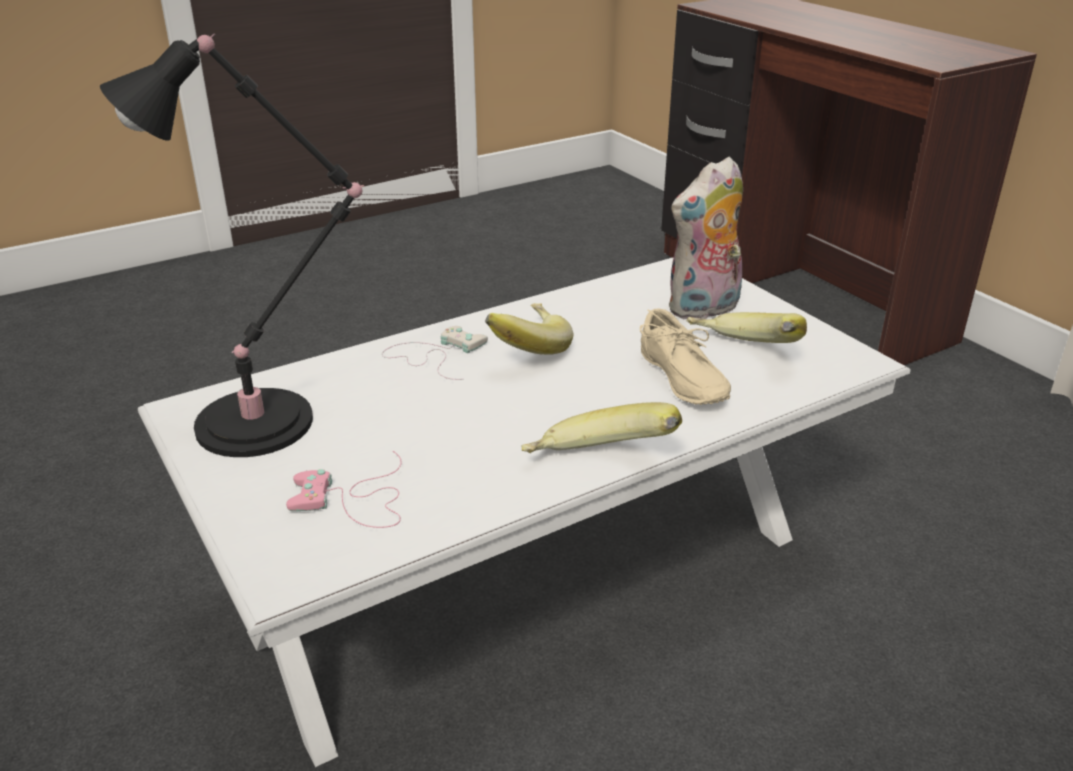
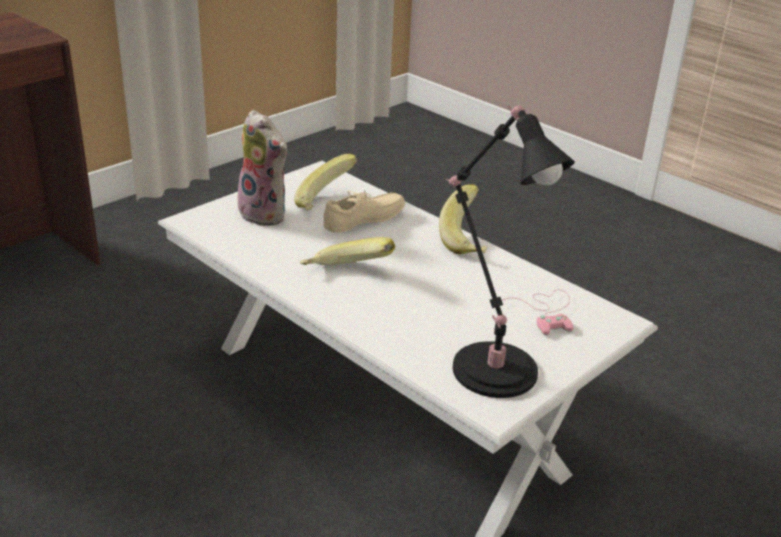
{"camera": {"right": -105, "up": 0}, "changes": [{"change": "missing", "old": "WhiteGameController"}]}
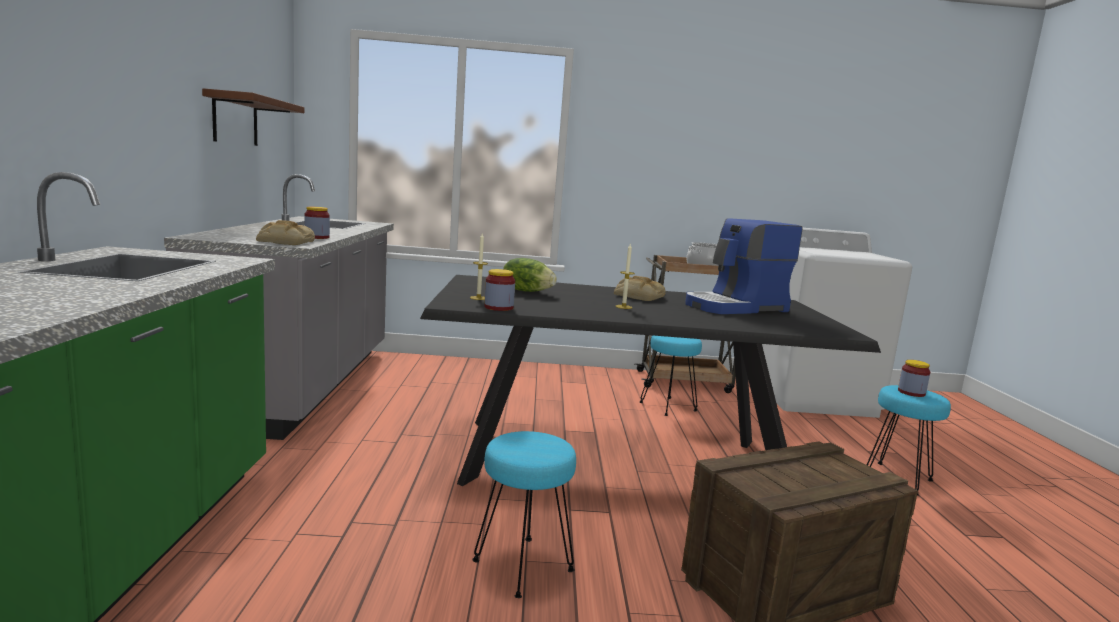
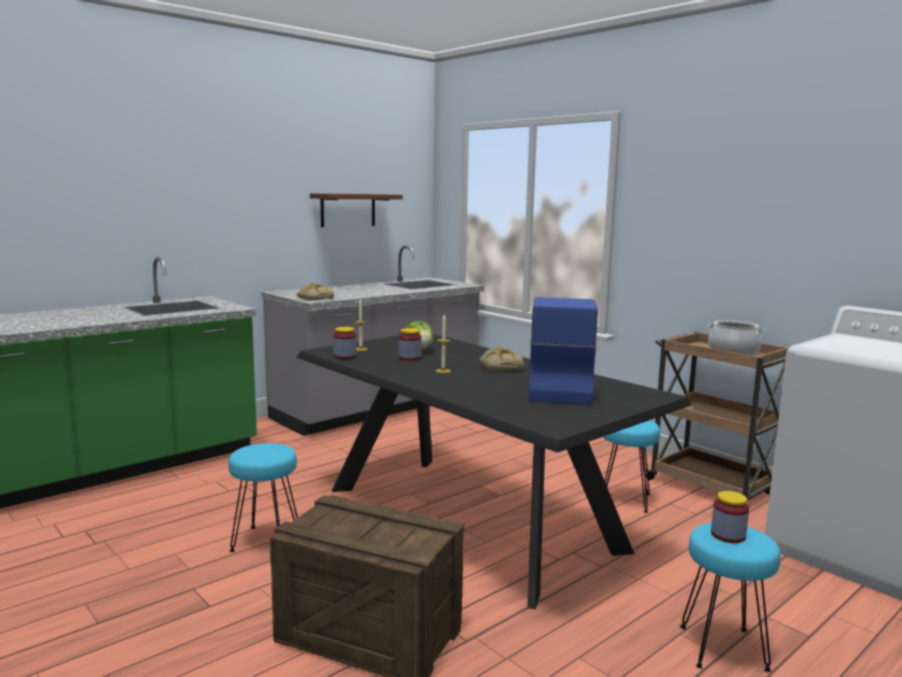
{"camera": {"right": 50, "up": 0}, "changes": [{"change": "relocated", "old": "Jar (no. 1 from left in the first image)", "new": "Jar (no. 2 from left)"}, {"change": "spun", "old": "CoffeeMachine", "degrees": 75}]}
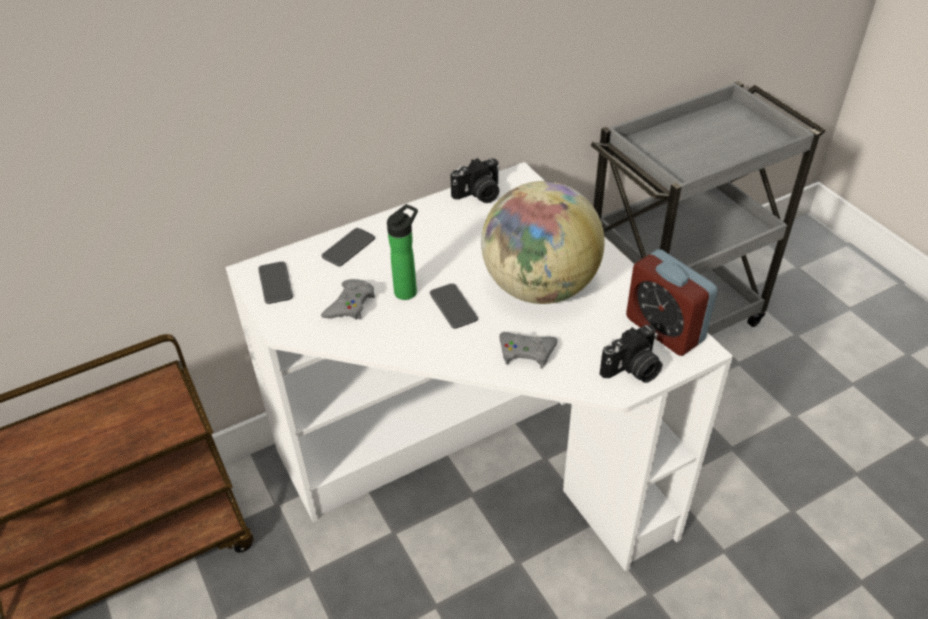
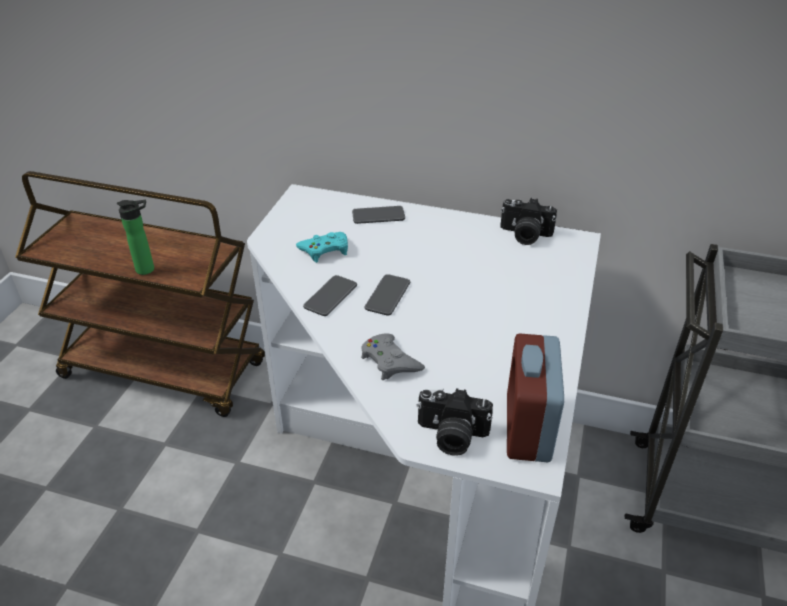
{"camera": {"right": 45, "up": -5}, "changes": [{"change": "relocated", "old": "Bottle"}, {"change": "colour", "old": "GreyGameController (no. 1 from left)", "new": "TurquoiseGameController"}, {"change": "relocated", "old": "Phone (no. 1 from left)"}, {"change": "missing", "old": "Globe"}]}
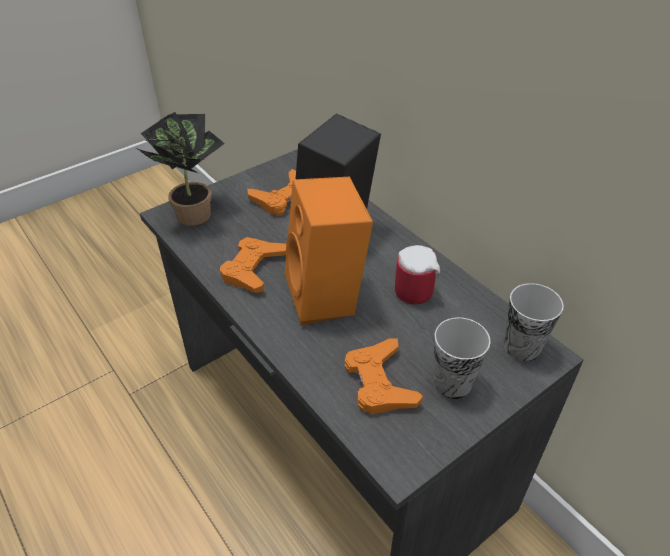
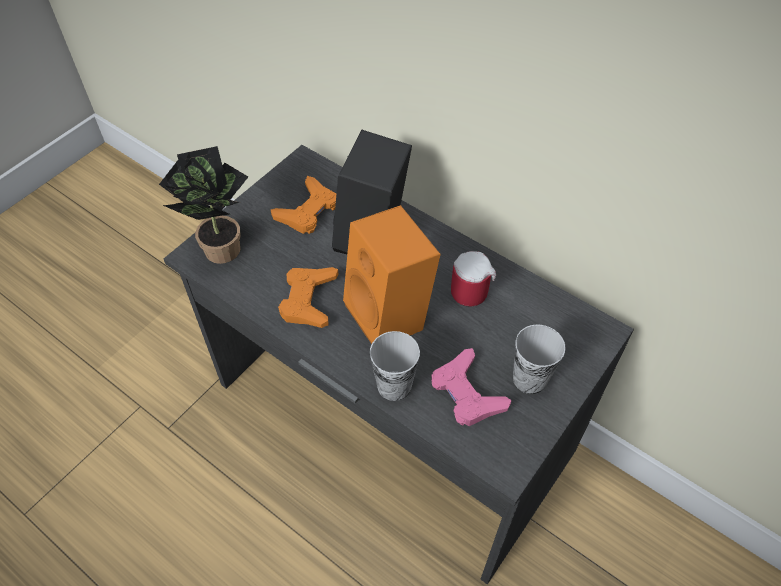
{"camera": {"right": -15, "up": 10}, "changes": [{"change": "relocated", "old": "Cup (no. 2 from left in the first image)", "new": "Cup (no. 1 from left)"}, {"change": "colour", "old": "OrangeGameController (no. 3 from left)", "new": "PinkGameController"}]}
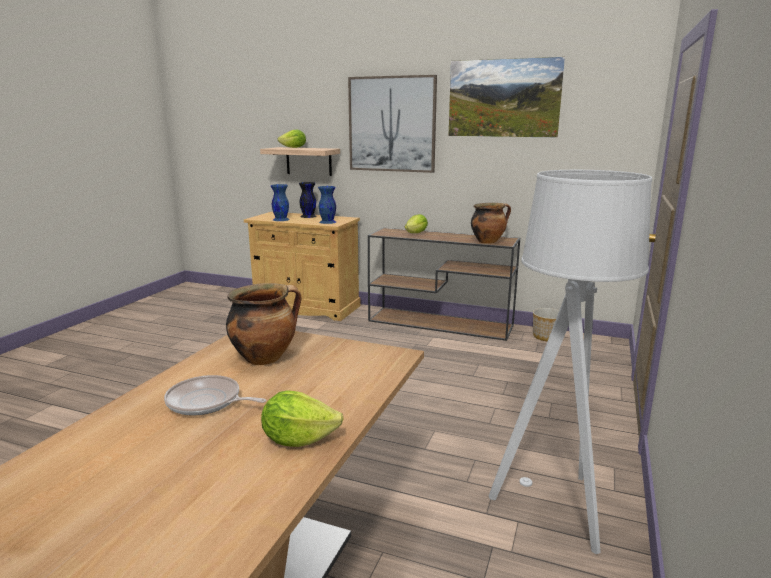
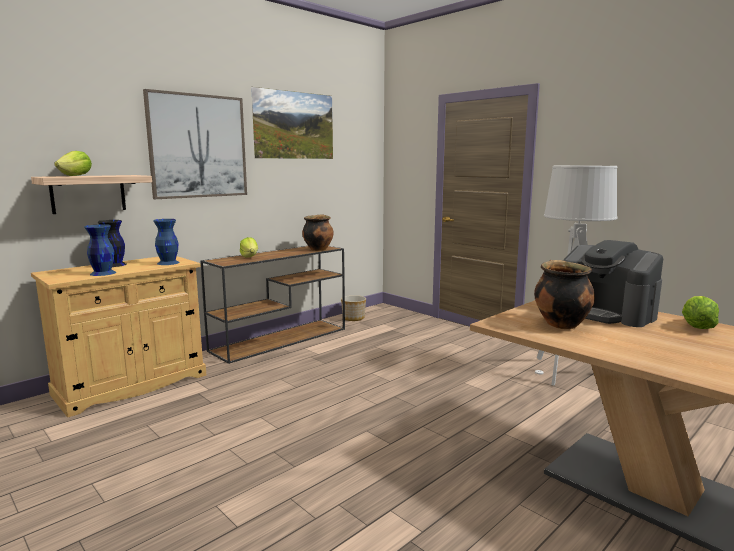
{"camera": {"right": -65, "up": -5}, "changes": [{"change": "appeared", "new": "CoffeeMachine"}, {"change": "missing", "old": "FryingPan"}]}
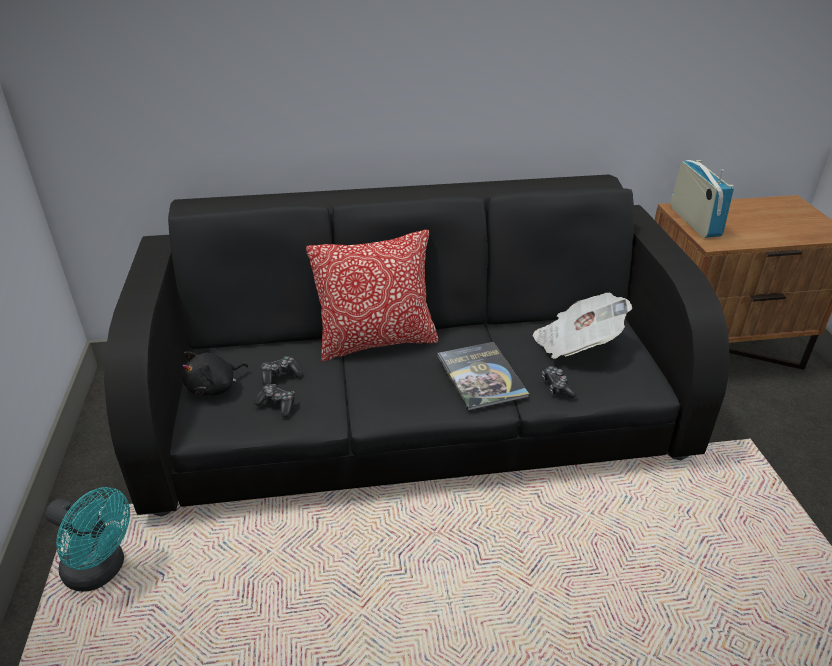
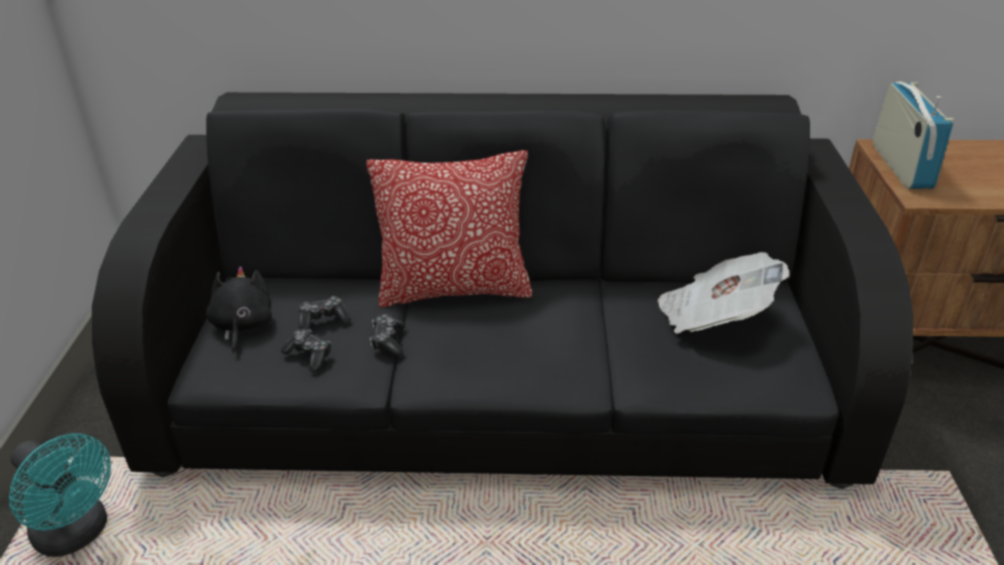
{"camera": {"right": 10, "up": 0}, "changes": [{"change": "spun", "old": "BlackPlushToy", "degrees": 120}, {"change": "relocated", "old": "GameController (no. 3 from left)"}, {"change": "missing", "old": "Book"}]}
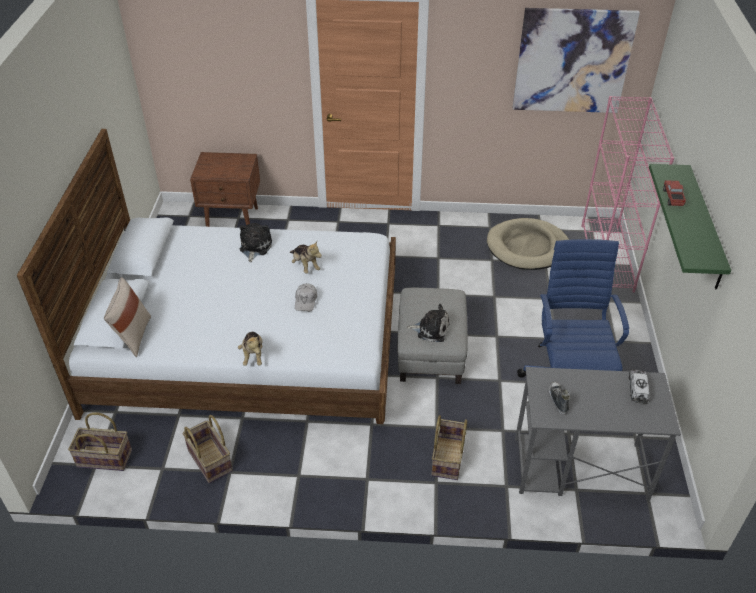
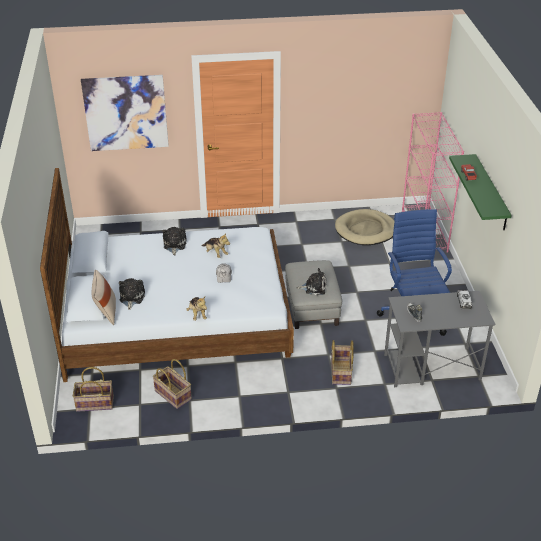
{"camera": {"right": -10, "up": -5}, "changes": [{"change": "relocated", "old": "Picture"}, {"change": "appeared", "new": "PlushToy (no. 1 from left)"}, {"change": "missing", "old": "BrownNightstand"}]}
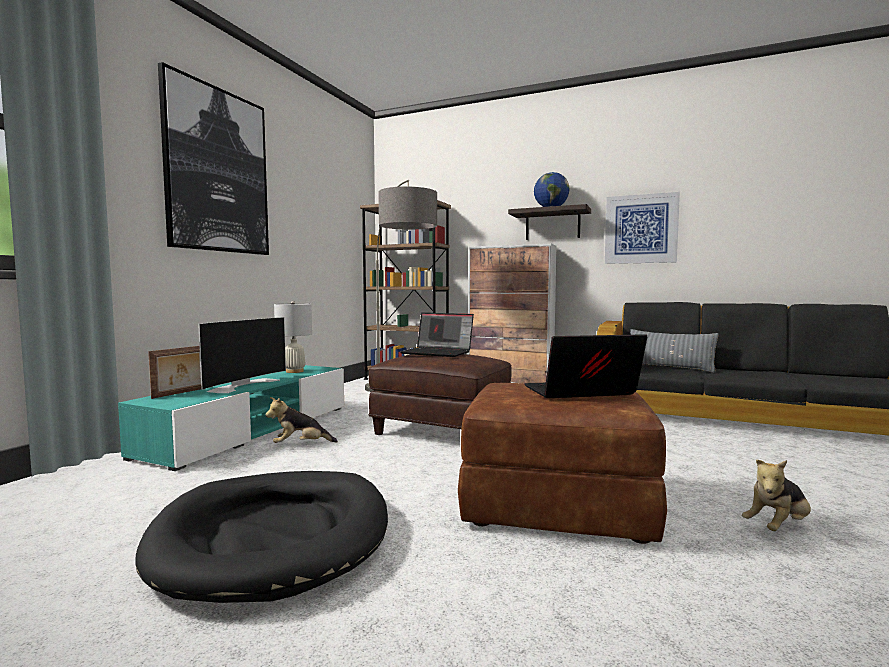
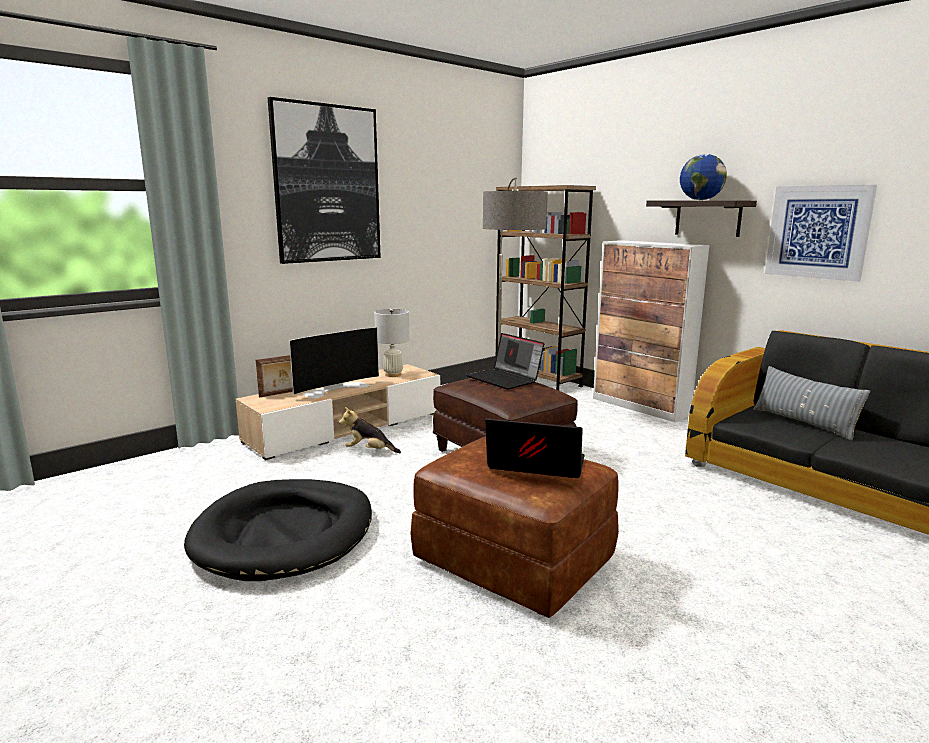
{"camera": {"right": 25, "up": 10}, "changes": [{"change": "colour", "old": "TurquoiseTvStand", "new": "BeigeTvStand"}, {"change": "missing", "old": "PlushToy (no. 2 from left)"}]}
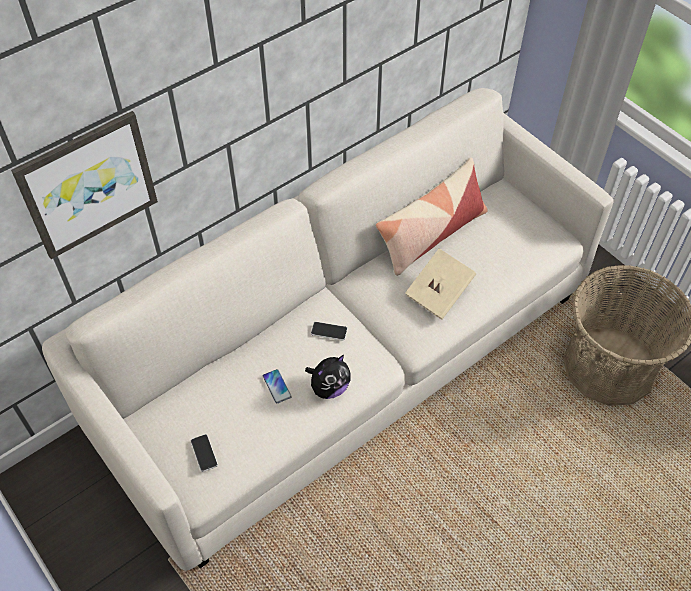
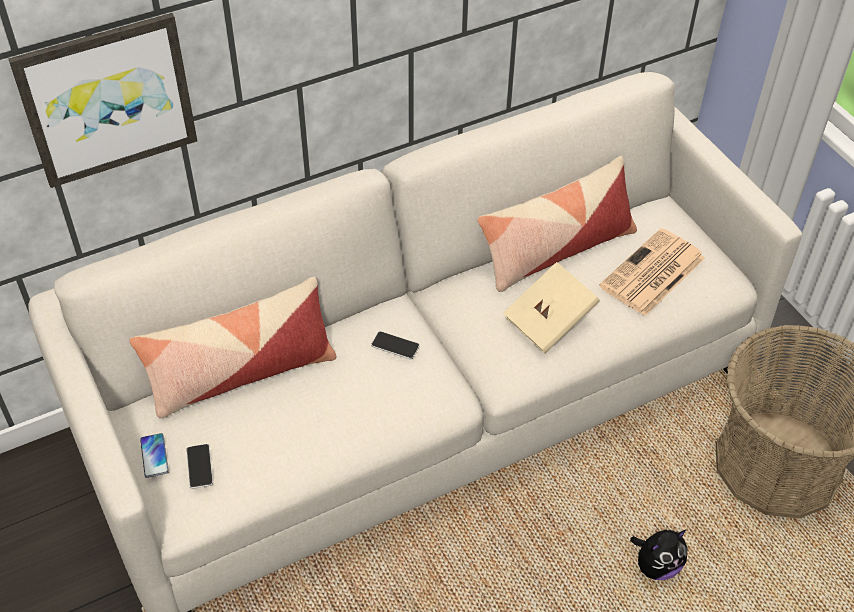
{"camera": {"right": 10, "up": -5}, "changes": [{"change": "appeared", "new": "Pillow (no. 1 from left)"}, {"change": "relocated", "old": "Phone (no. 2 from left in the first image)", "new": "Phone (no. 1 from left)"}, {"change": "appeared", "new": "Newspaper"}, {"change": "relocated", "old": "PlushToy"}]}
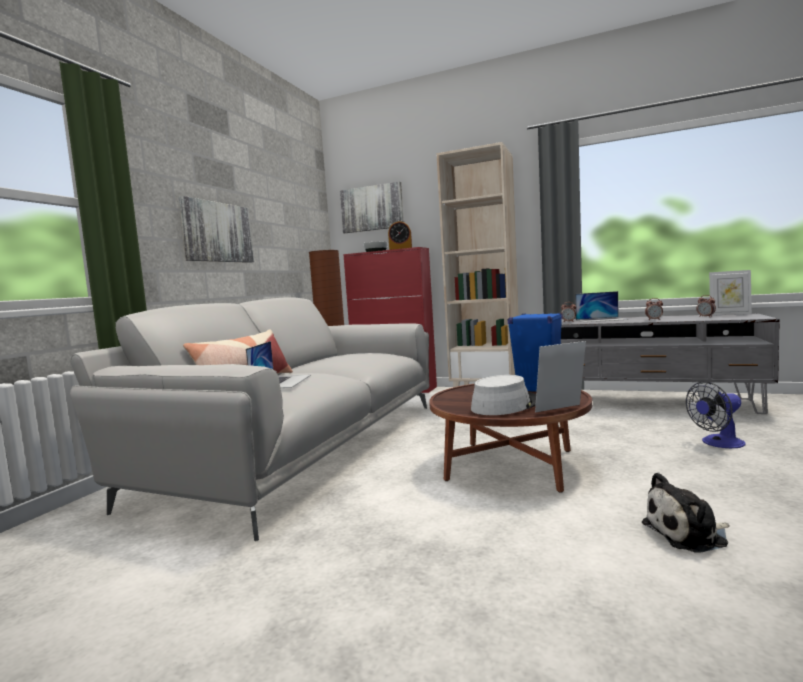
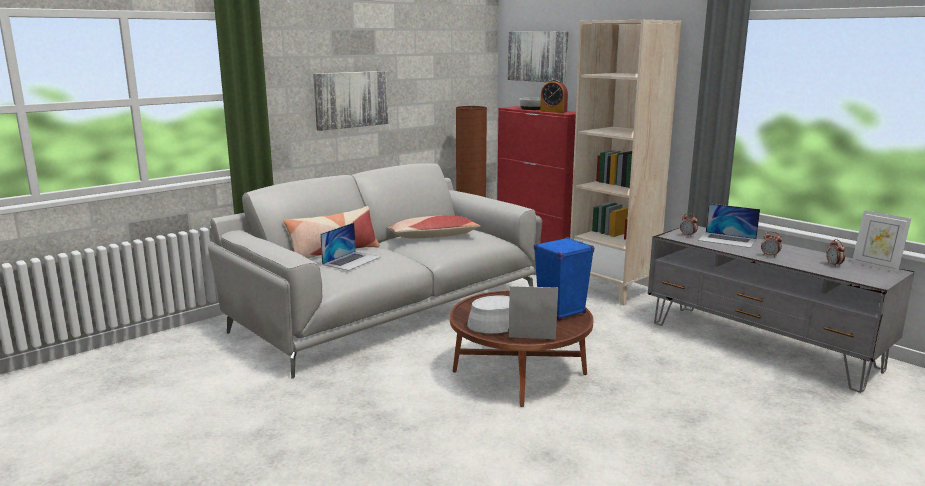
{"camera": {"right": 25, "up": 10}, "changes": [{"change": "appeared", "new": "Pillow (no. 2 from left)"}, {"change": "missing", "old": "PlushToy"}, {"change": "missing", "old": "Fan"}]}
